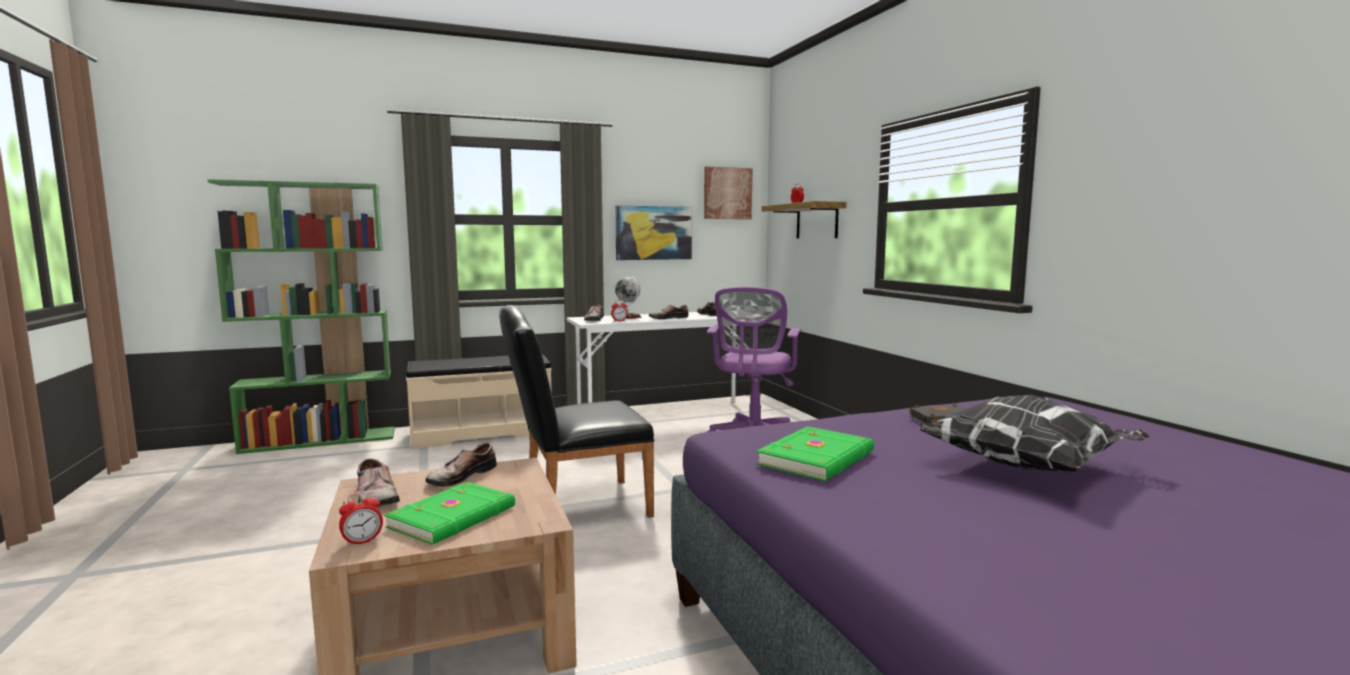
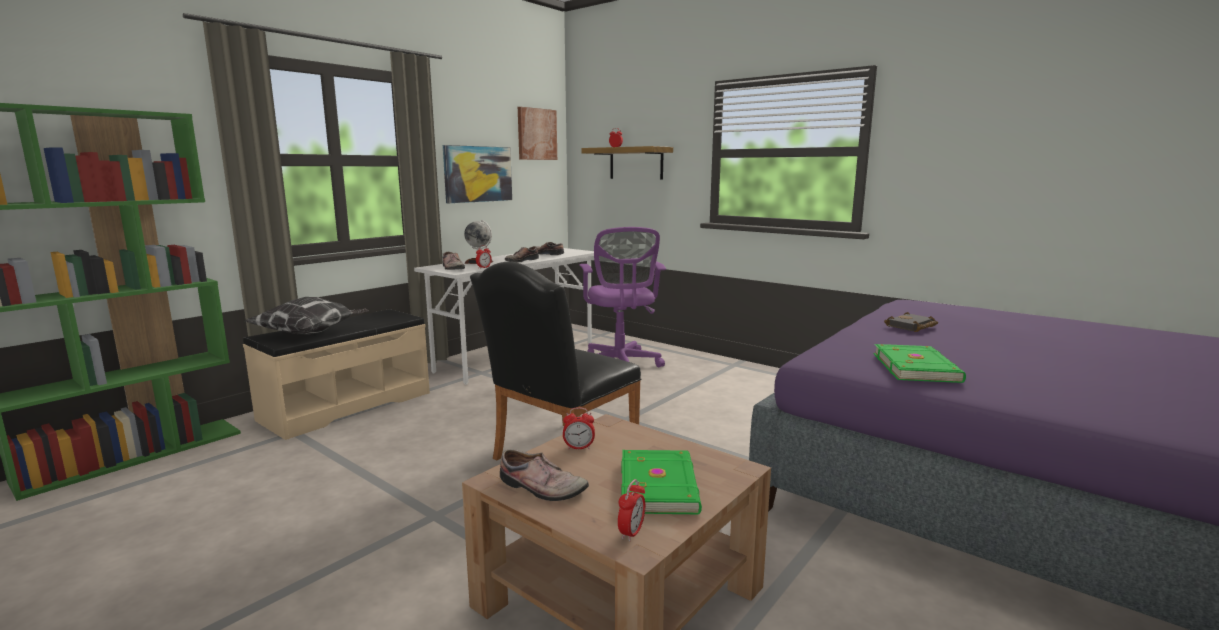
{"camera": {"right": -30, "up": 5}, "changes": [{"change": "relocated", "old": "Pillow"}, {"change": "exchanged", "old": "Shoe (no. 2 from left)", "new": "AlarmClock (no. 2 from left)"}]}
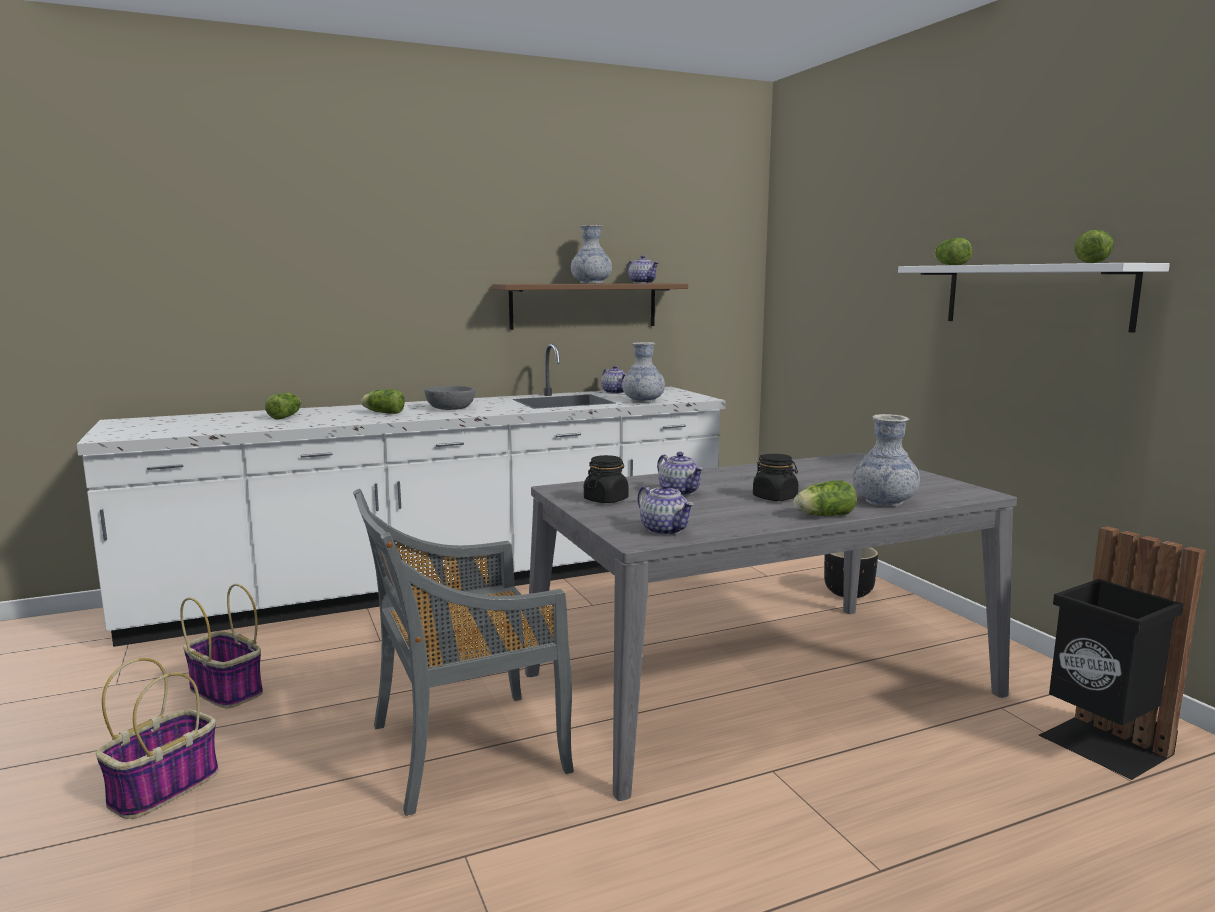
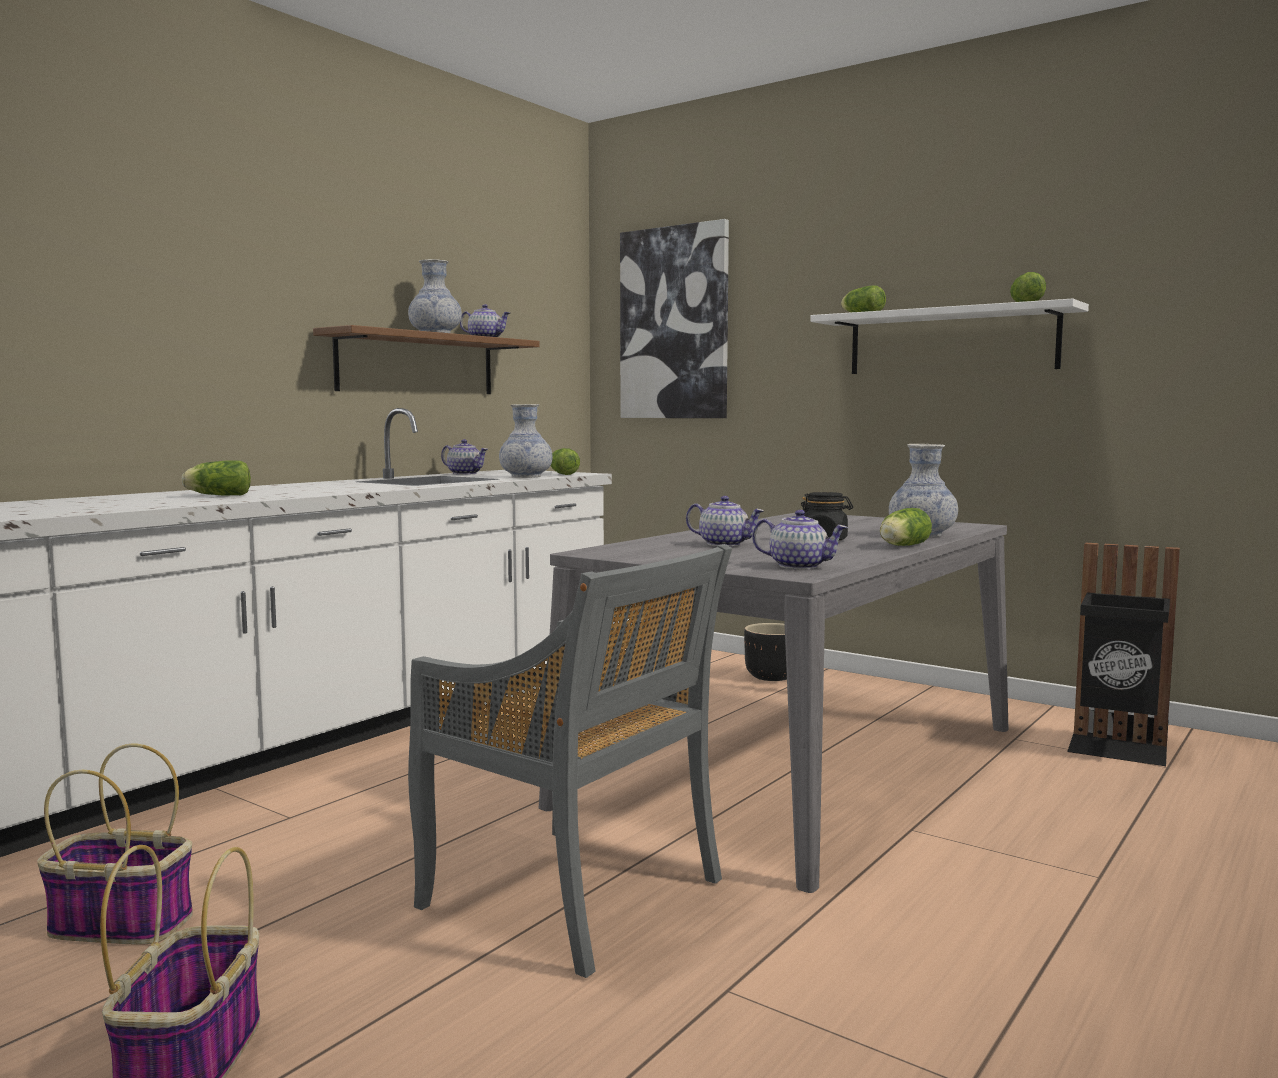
{"camera": {"right": -30, "up": -5}, "changes": [{"change": "spun", "old": "GreyChair", "degrees": -90}, {"change": "relocated", "old": "Lettuce (no. 1 from left in the first image)", "new": "Lettuce (no. 2 from left)"}, {"change": "appeared", "new": "Picture"}, {"change": "missing", "old": "GreyBowl"}, {"change": "missing", "old": "BlackJar (no. 1 from left)"}]}
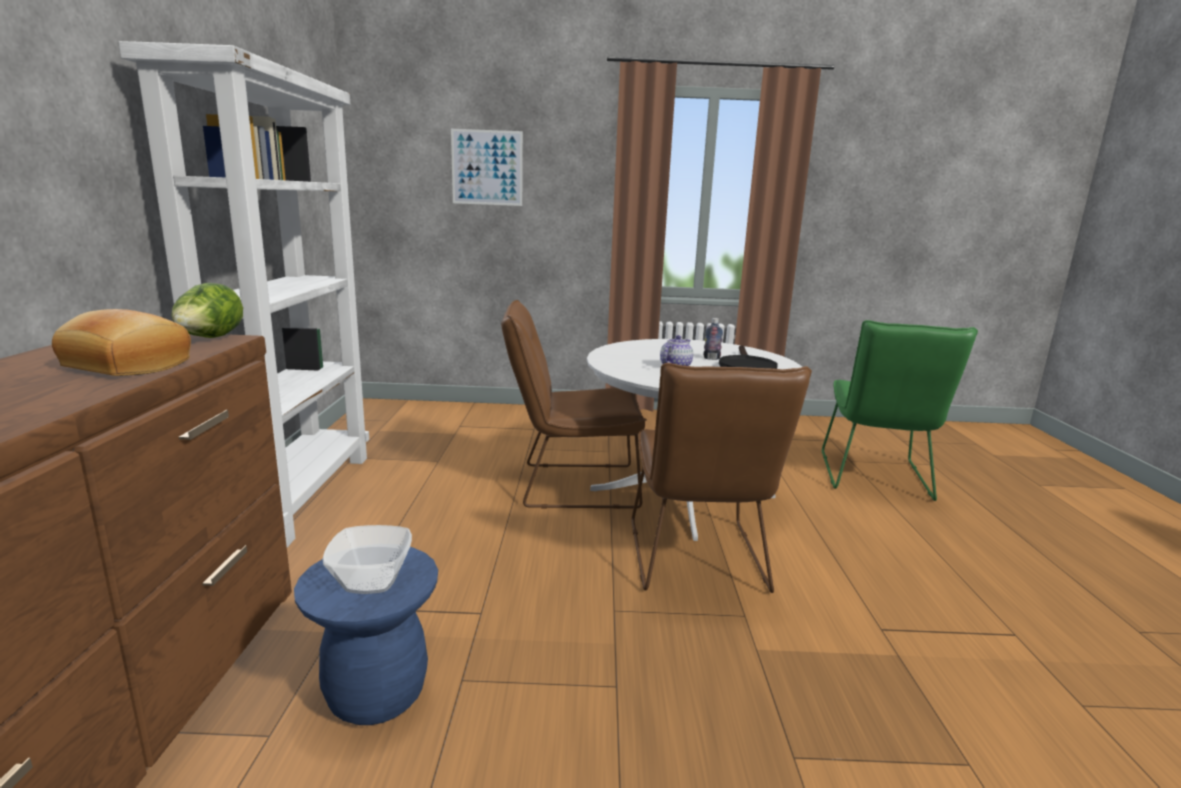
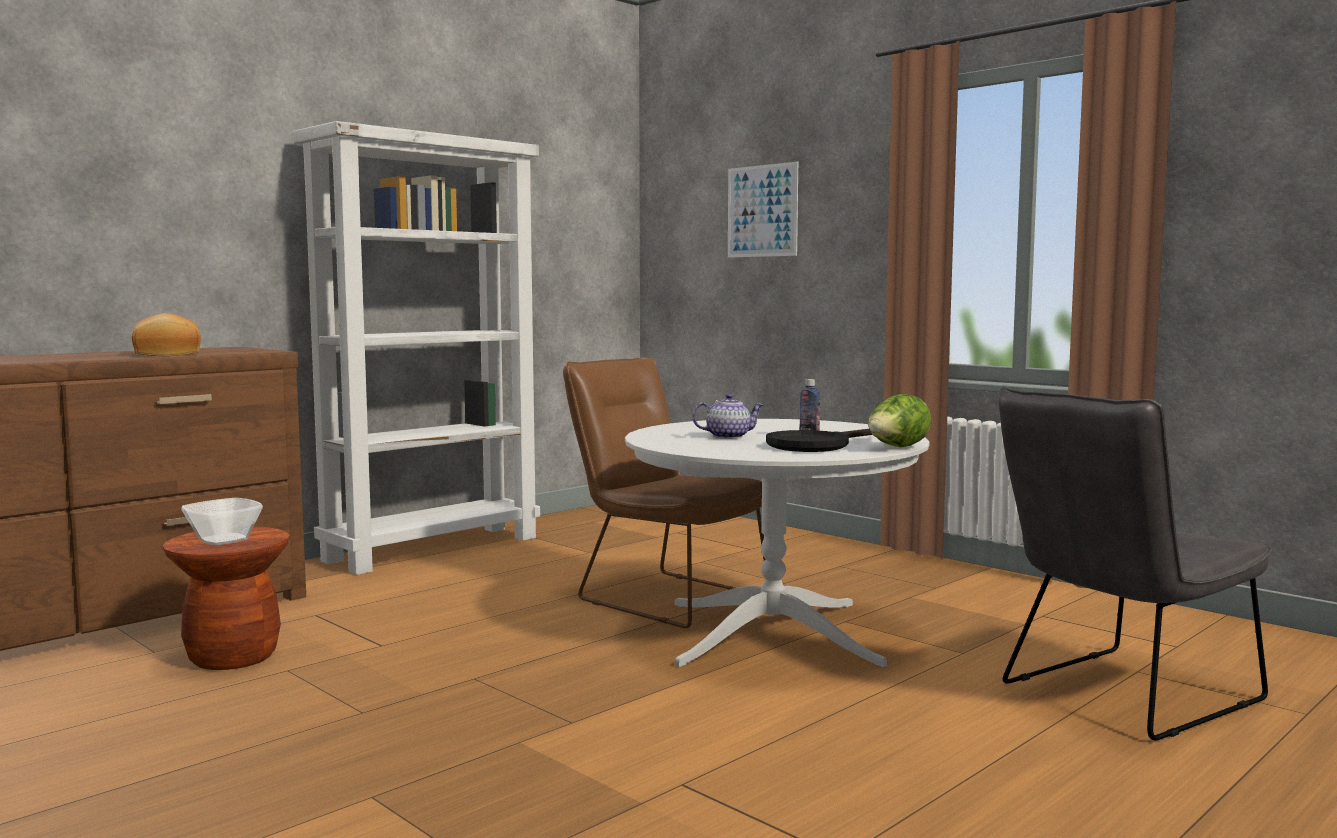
{"camera": {"right": 45, "up": -10}, "changes": [{"change": "colour", "old": "BlueStool", "new": "BrownStool"}, {"change": "relocated", "old": "Lettuce"}, {"change": "colour", "old": "GreenChair", "new": "GreyChair"}, {"change": "missing", "old": "BrownChair (no. 2 from left)"}]}
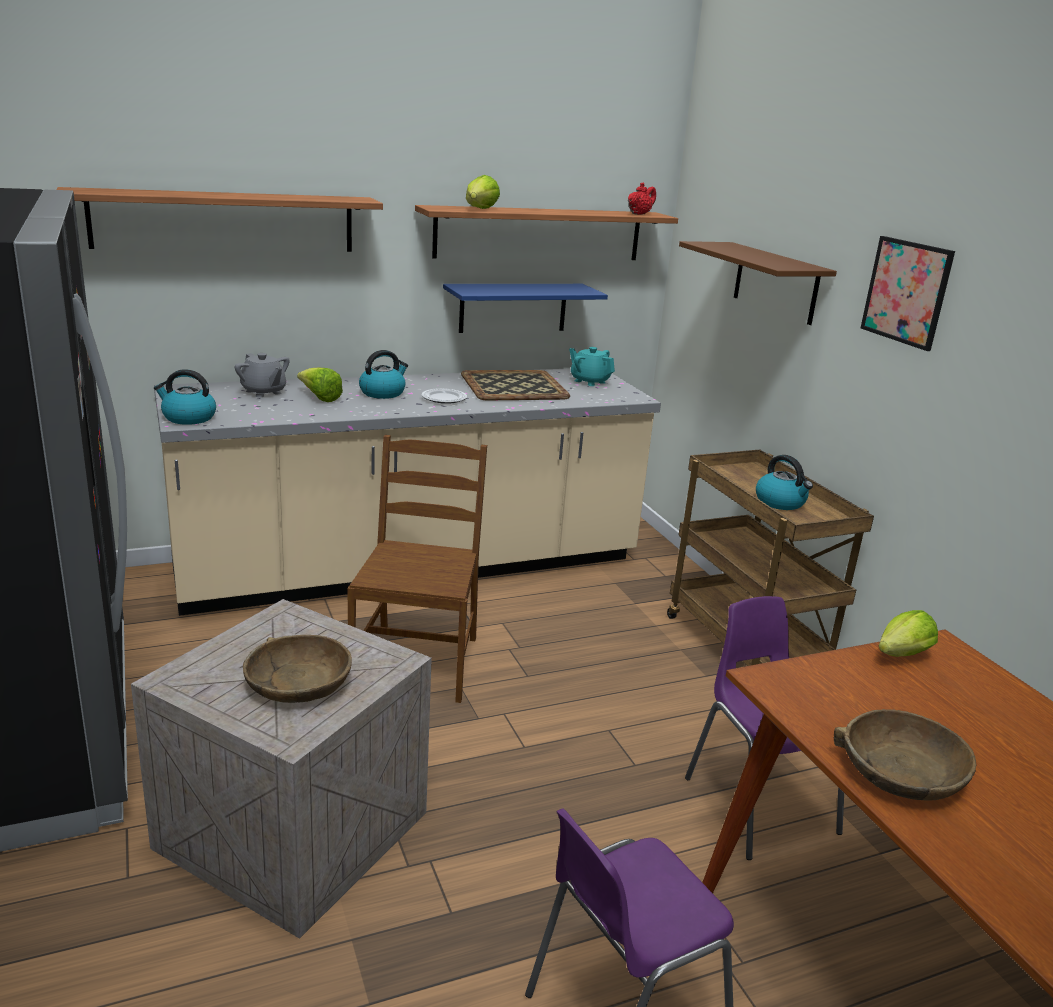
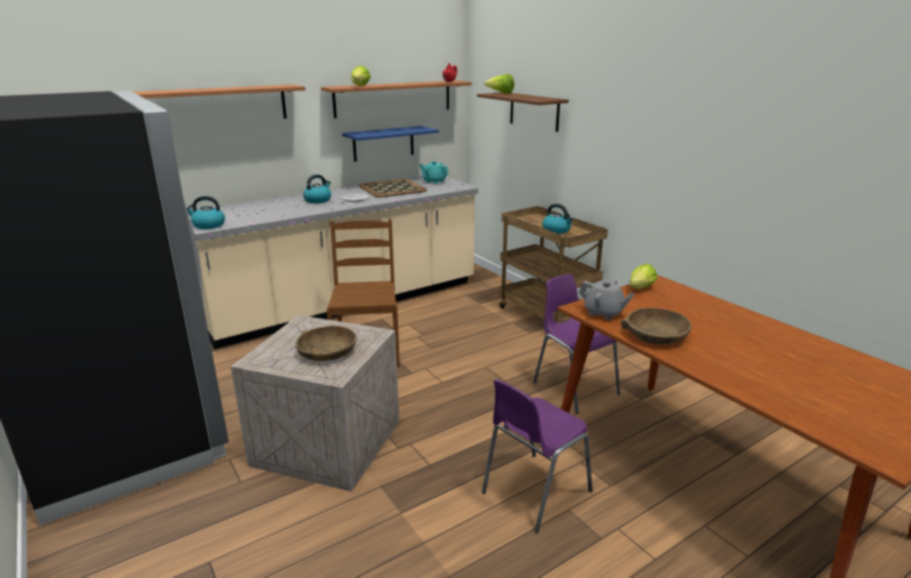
{"camera": {"right": -10, "up": 0}, "changes": [{"change": "relocated", "old": "Lettuce (no. 1 from left in the first image)", "new": "Lettuce (no. 2 from left)"}, {"change": "relocated", "old": "GreyTeapot"}, {"change": "missing", "old": "Picture"}]}
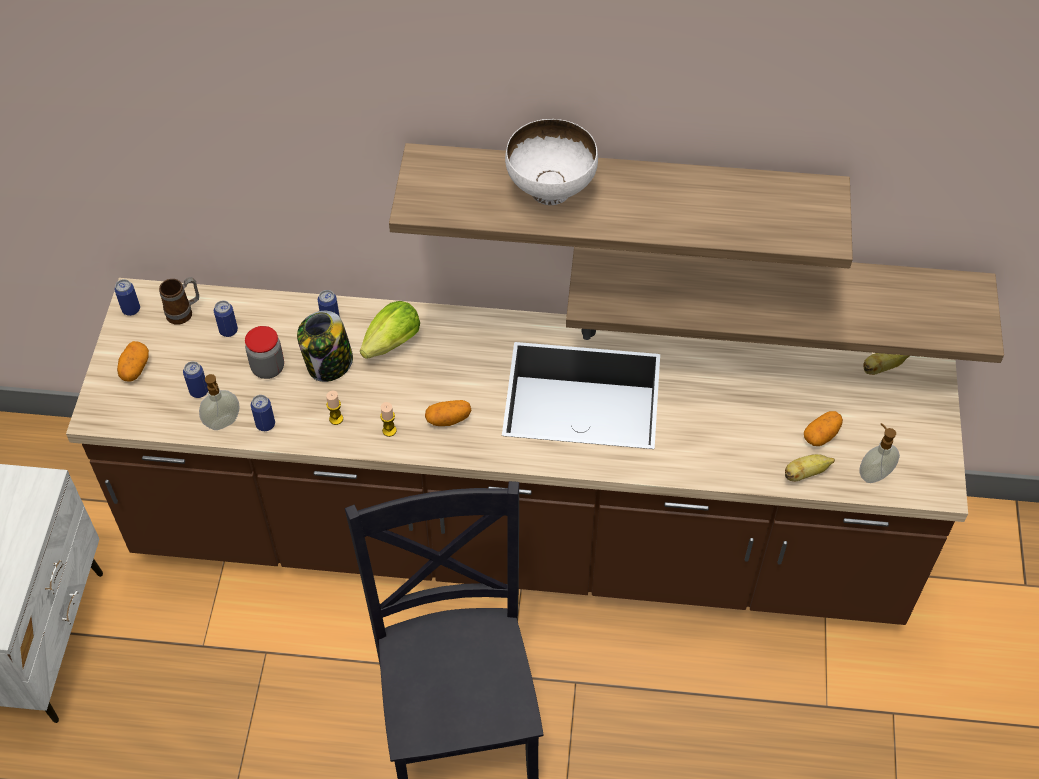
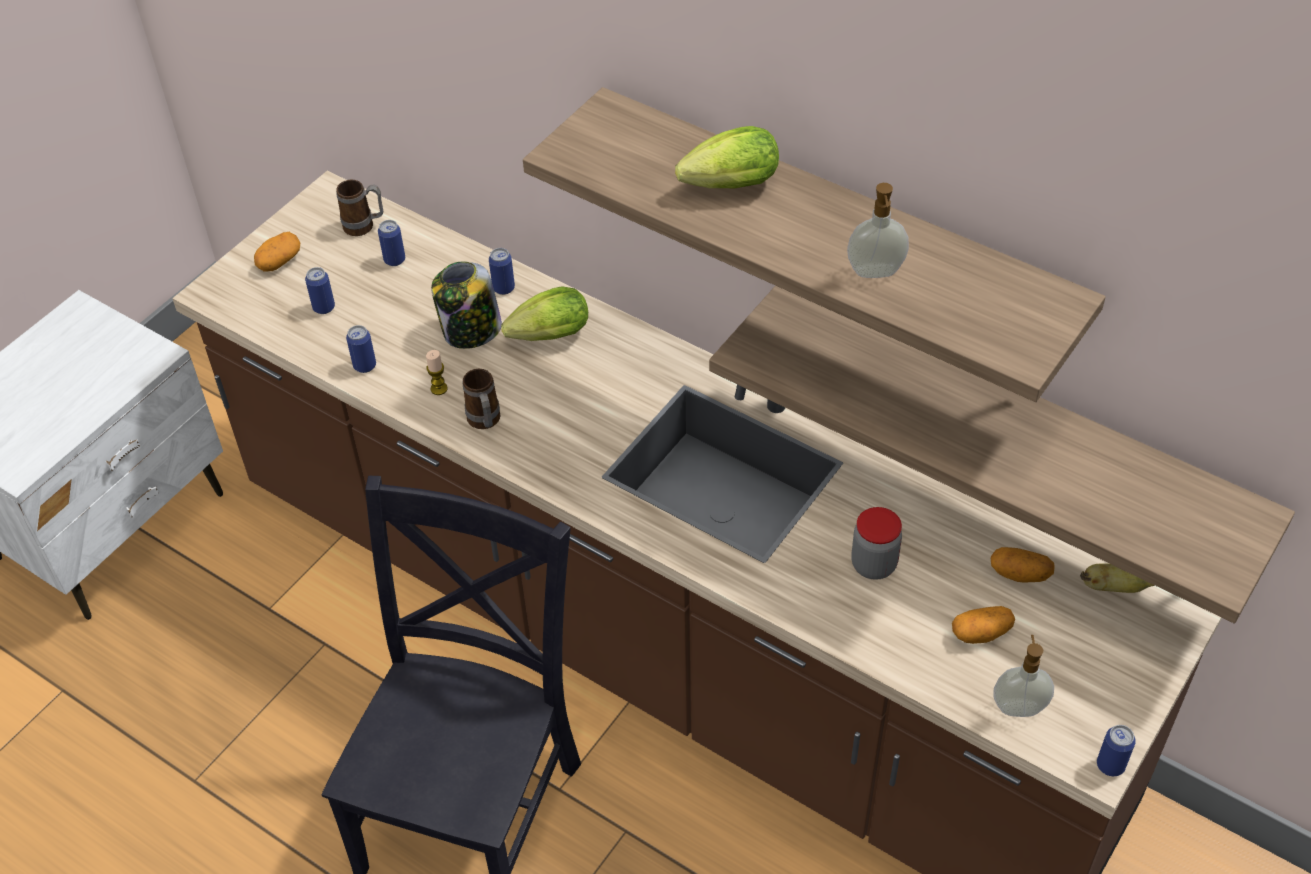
{"camera": {"right": 30, "up": -5}, "changes": [{"change": "exchanged", "old": "Candle (no. 2 from left)", "new": "Mug (no. 2 from left)"}, {"change": "exchanged", "old": "WhiteBowl", "new": "Lettuce (no. 2 from left)"}, {"change": "relocated", "old": "SoapDispenser (no. 1 from left)"}, {"change": "relocated", "old": "Jar (no. 1 from left in the first image)", "new": "Jar (no. 2 from left)"}, {"change": "relocated", "old": "Potato (no. 2 from left in the first image)", "new": "Potato (no. 3 from left)"}, {"change": "relocated", "old": "Can (no. 1 from left in the first image)", "new": "Can (no. 5 from left)"}, {"change": "missing", "old": "Banana (no. 1 from left)"}]}
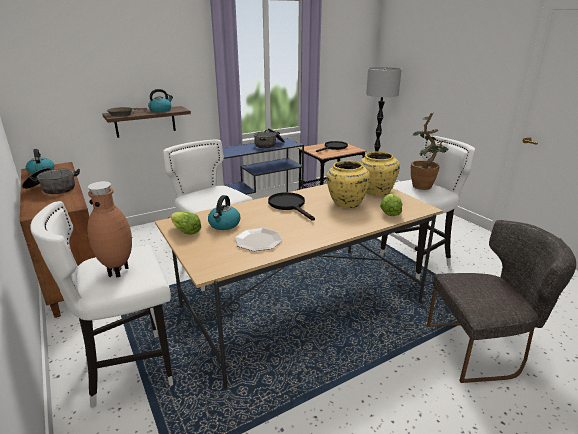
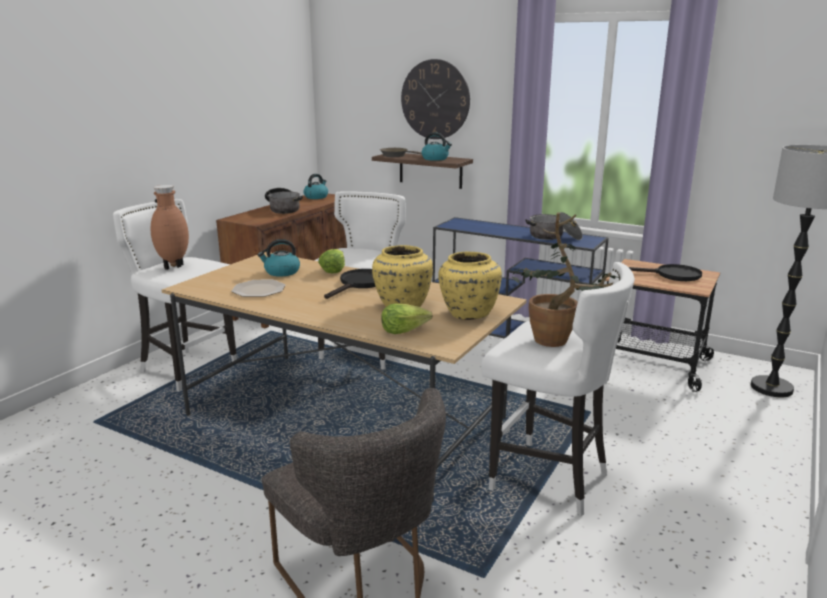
{"camera": {"right": 60, "up": -5}, "changes": [{"change": "relocated", "old": "Lettuce (no. 1 from left)"}, {"change": "appeared", "new": "WallClock"}]}
